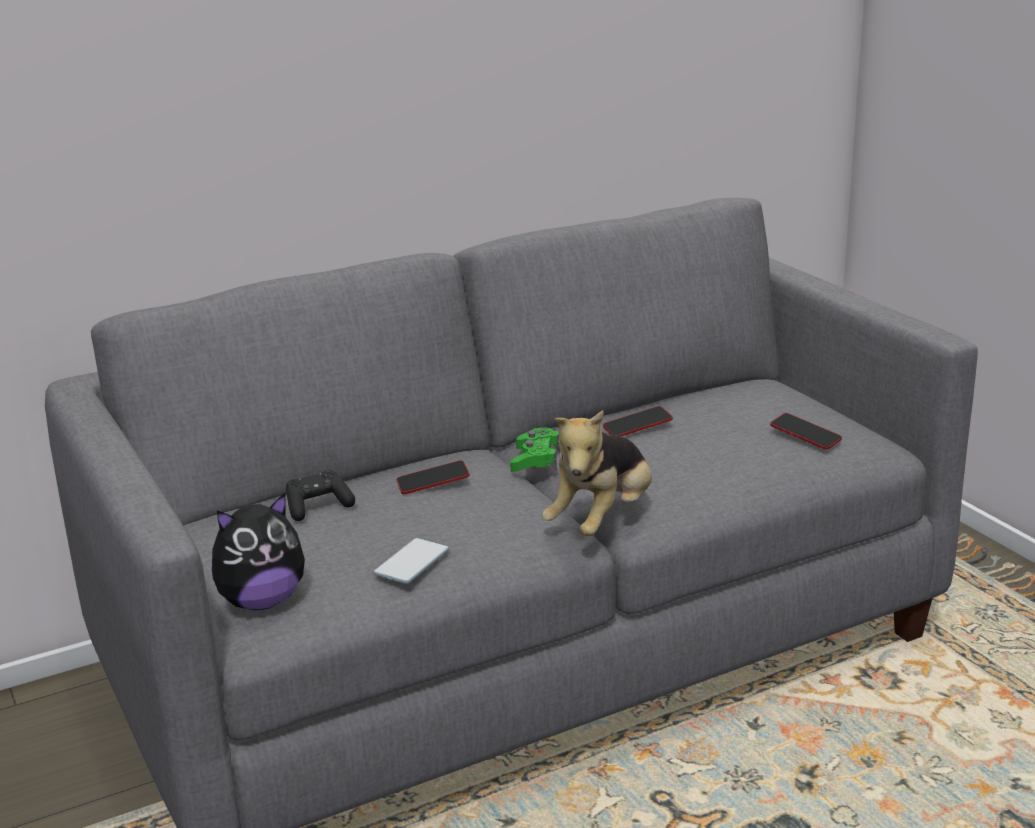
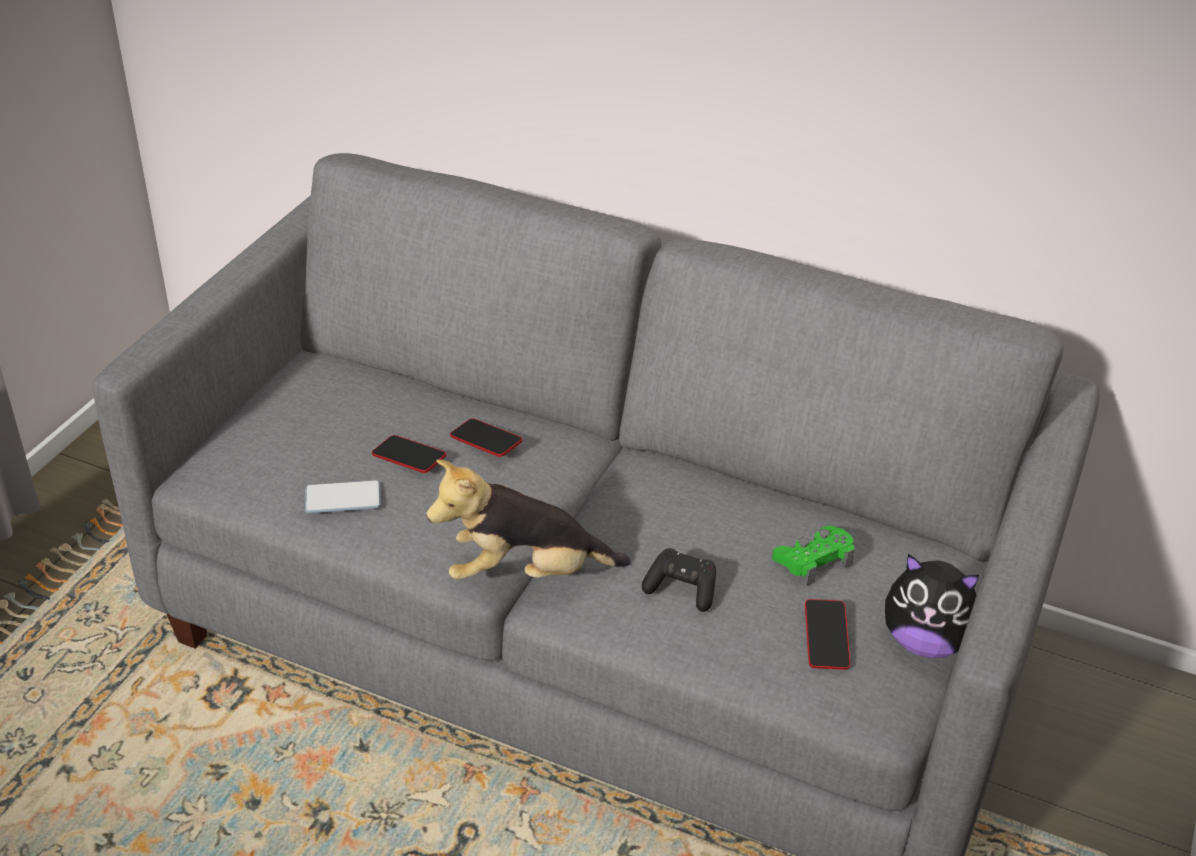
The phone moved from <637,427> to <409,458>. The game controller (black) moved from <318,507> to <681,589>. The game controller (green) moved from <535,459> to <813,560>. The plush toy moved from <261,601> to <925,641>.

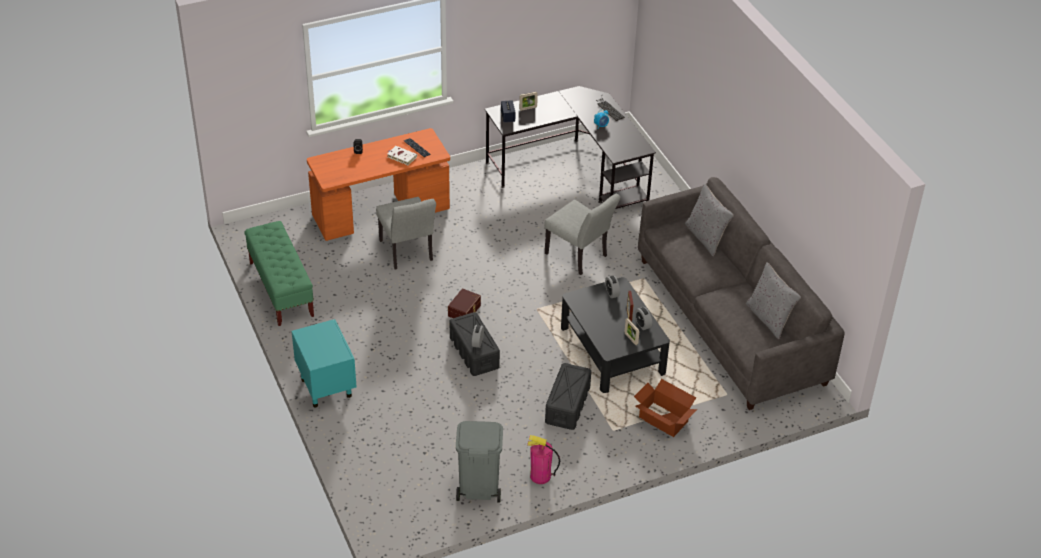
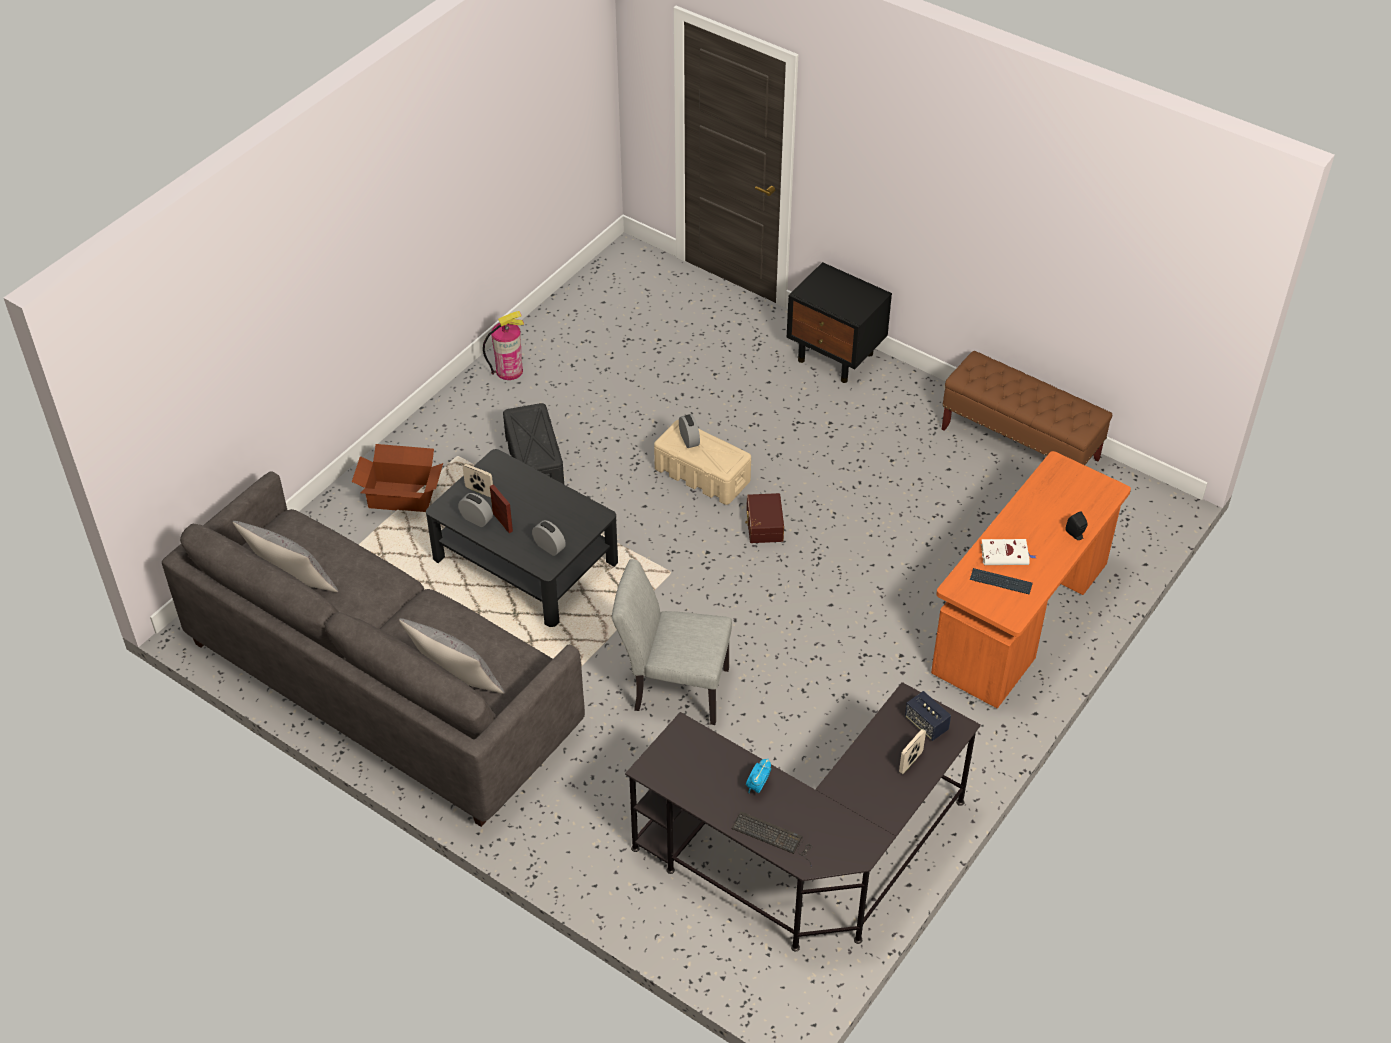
The storage box (black) at <474,352> became the storage box (beige) at <703,475>. The nightstand (turquoise) at <326,387> became the nightstand (black) at <836,357>. The bench (green) at <281,289> became the bench (brown) at <1020,445>. The chair (grey) at <407,253> disappeared. The trash can (grey) at <478,487> disappeared.

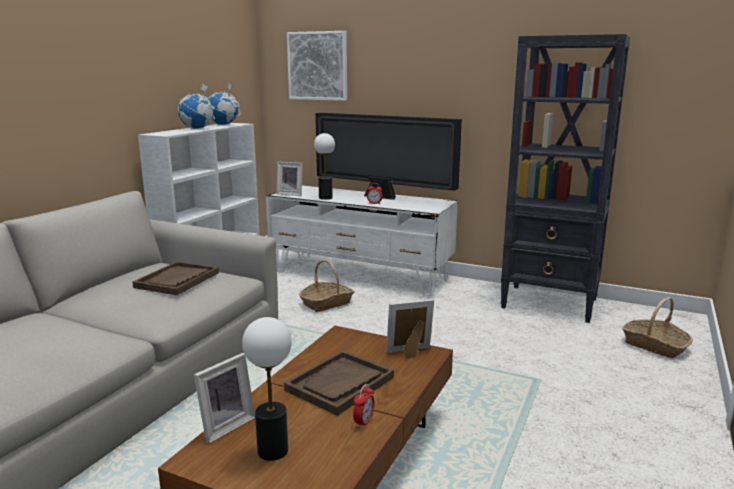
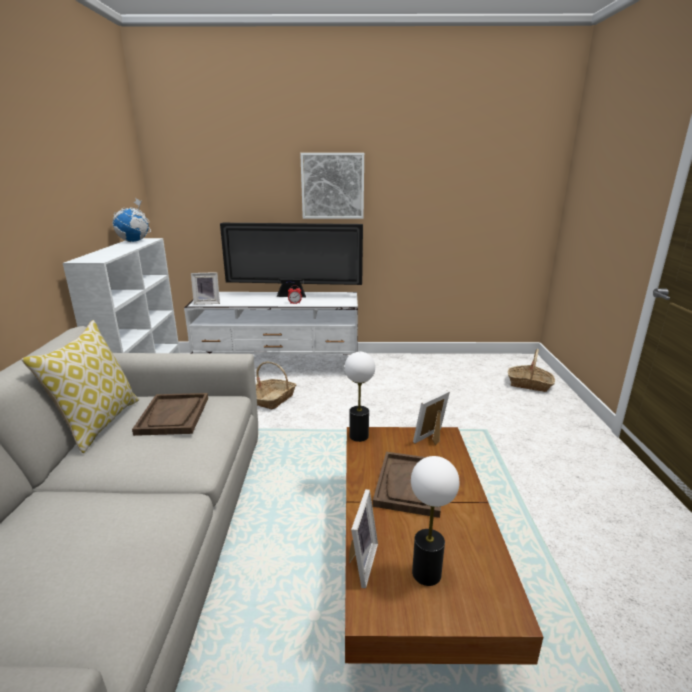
The pillow at <98,423> appeared. The picture moved from <318,66> to <332,186>. The table lamp moved from <325,198> to <359,436>. The globe at <197,128> disappeared. The alarm clock at <364,422> disappeared. The bookcase (black) at <550,303> disappeared.

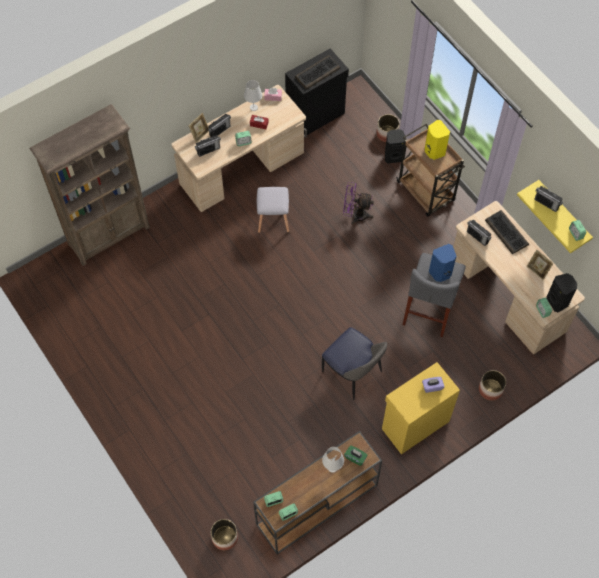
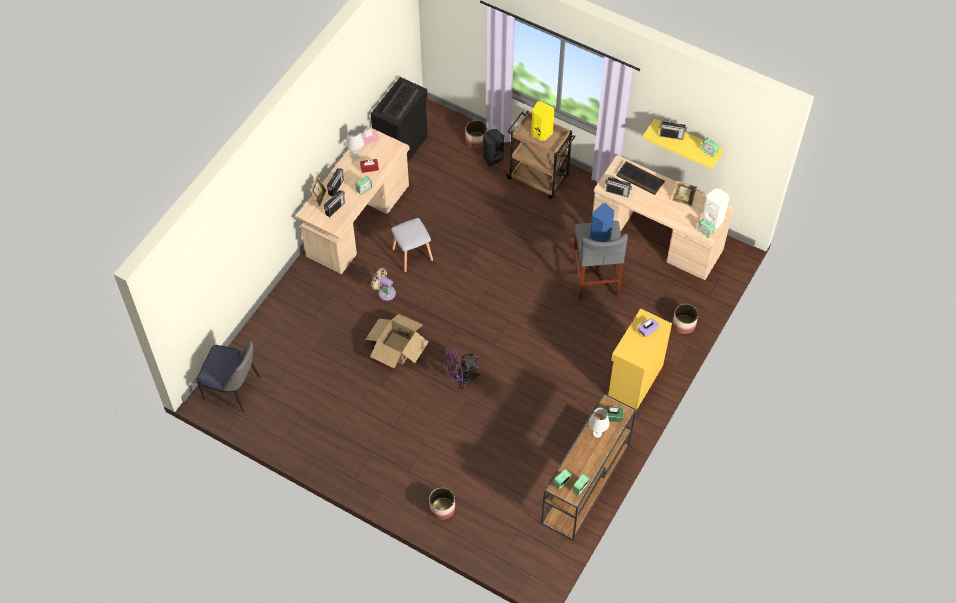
The chair moved from <353,373> to <234,389>. The cardboard box at <397,348> appeared. The fan (beige) at <385,292> appeared. The planter moved from <224,538> to <442,508>. The fan (purple) moved from <355,215> to <461,379>. The speaker (black) at <558,301> became the speaker (white) at <713,219>. The bookcase (brown) at <109,235> disappeared.

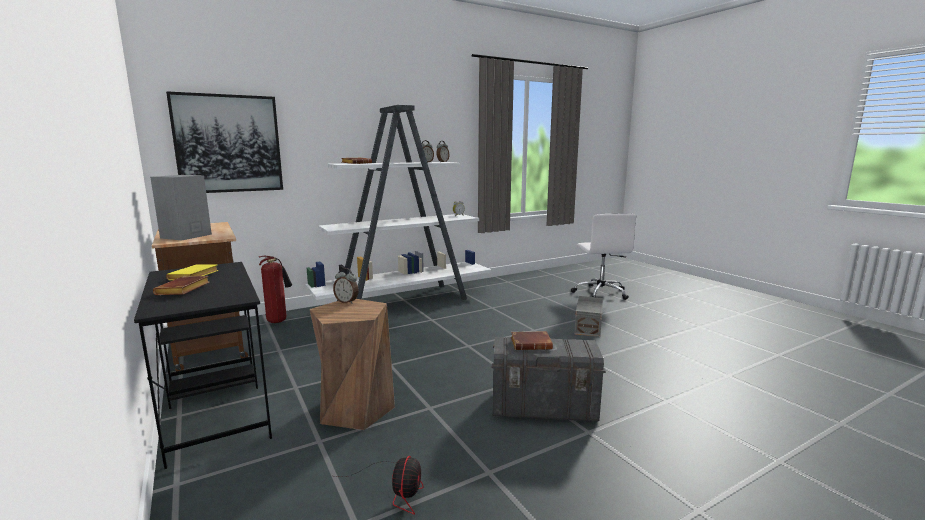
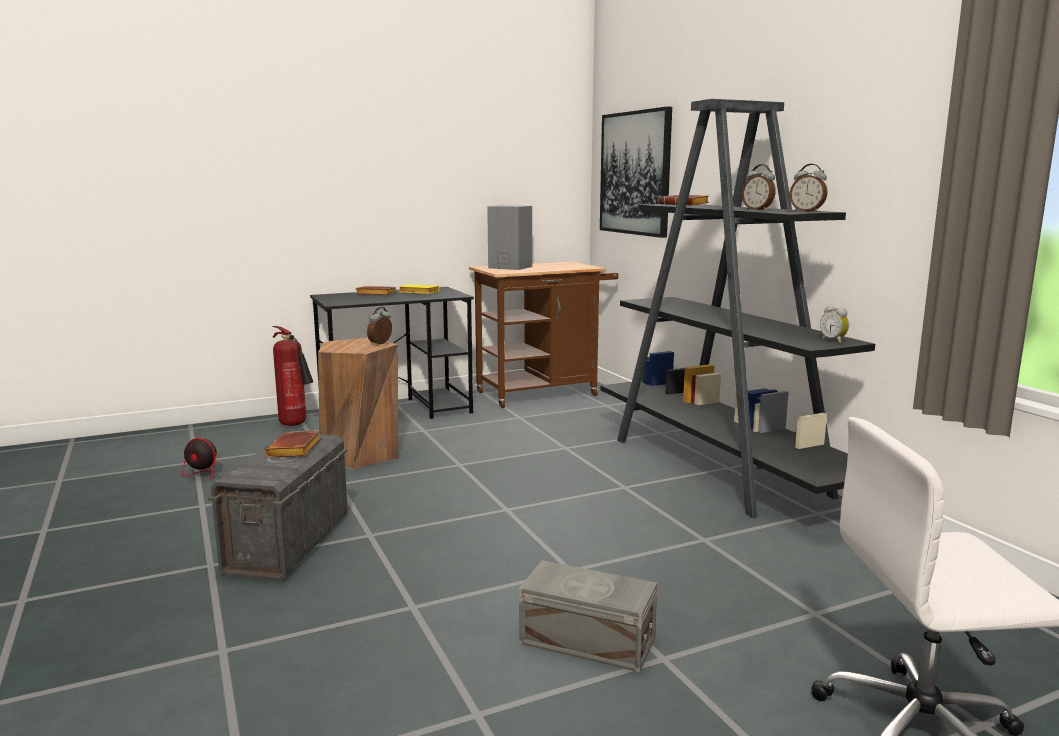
The fire extinguisher moved from <278,320> to <296,425>. The bookcase (white) at <404,301> became the bookcase (black) at <720,468>.

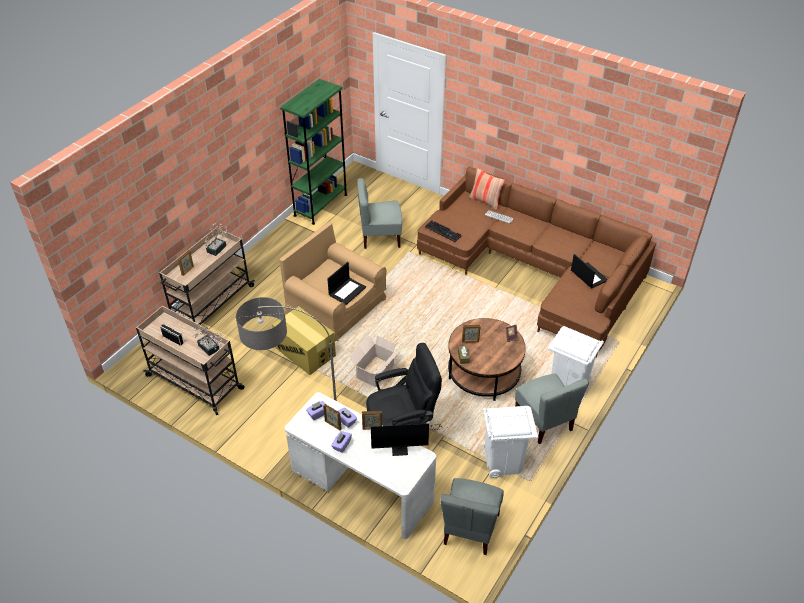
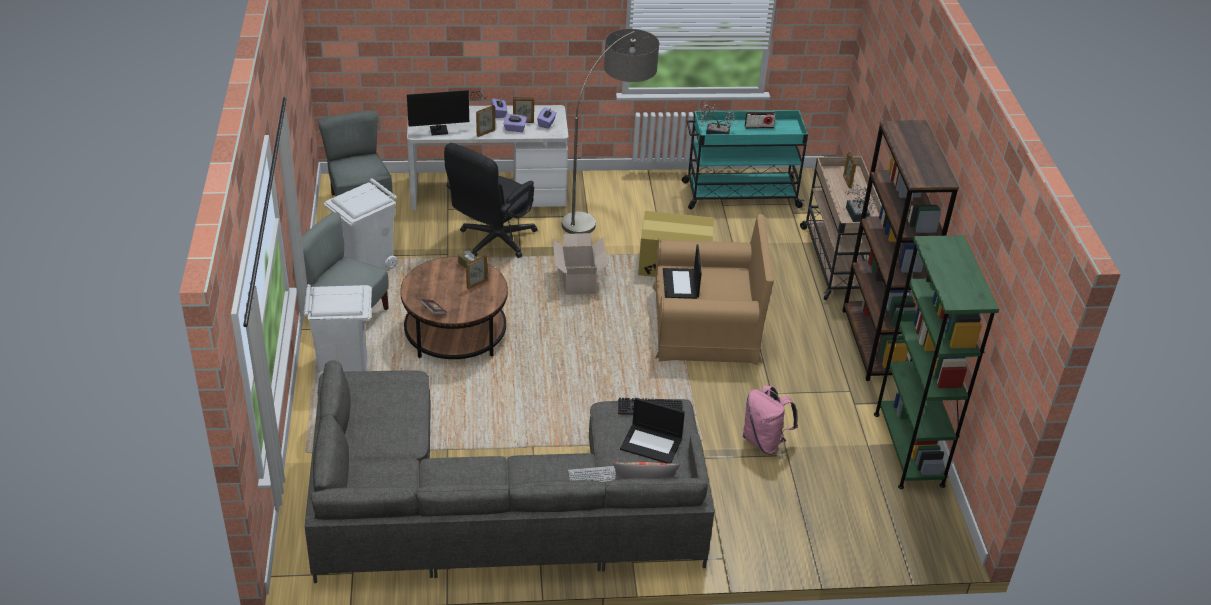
The sofa (brown) at <536,270> became the sofa (grey) at <495,506>. The monitor at <402,449> turned 150 degrees counterclockwise. The laptop moved from <588,275> to <652,444>. The cart (beige) at <196,382> became the cart (turquoise) at <739,194>. The chair (grey) at <380,237> was replaced by the backpack (pink) at <764,441>. The bookcase (brown) at <875,344> appeared.

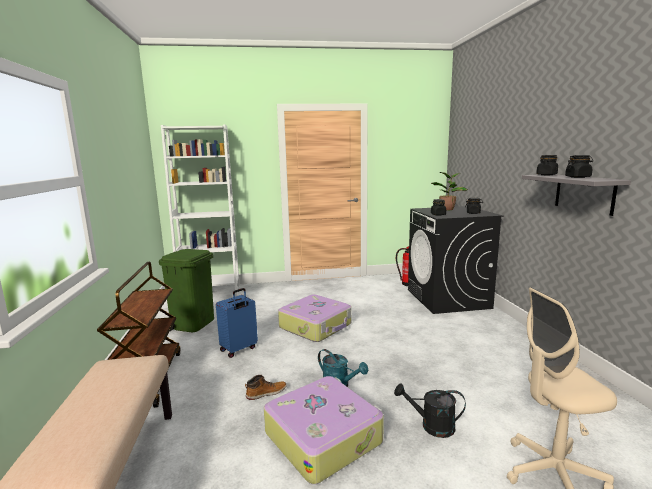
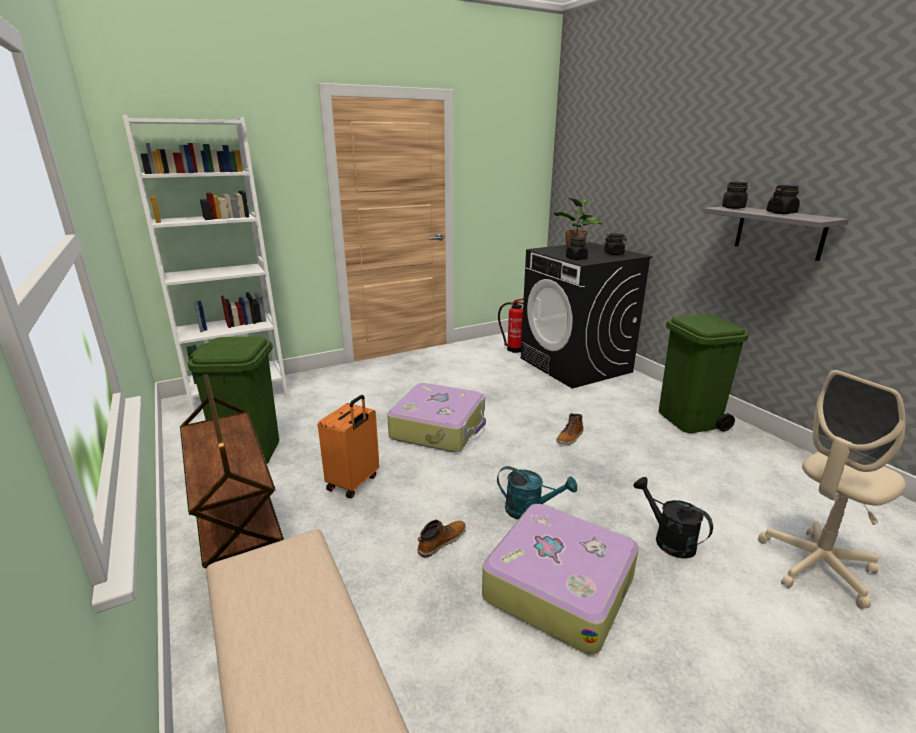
The suitcase (blue) at <239,349> became the suitcase (orange) at <354,483>. The boot at <570,437> appeared. The watering can (black) at <431,426> turned 60 degrees clockwise. The trash can (green) at <689,420> appeared.

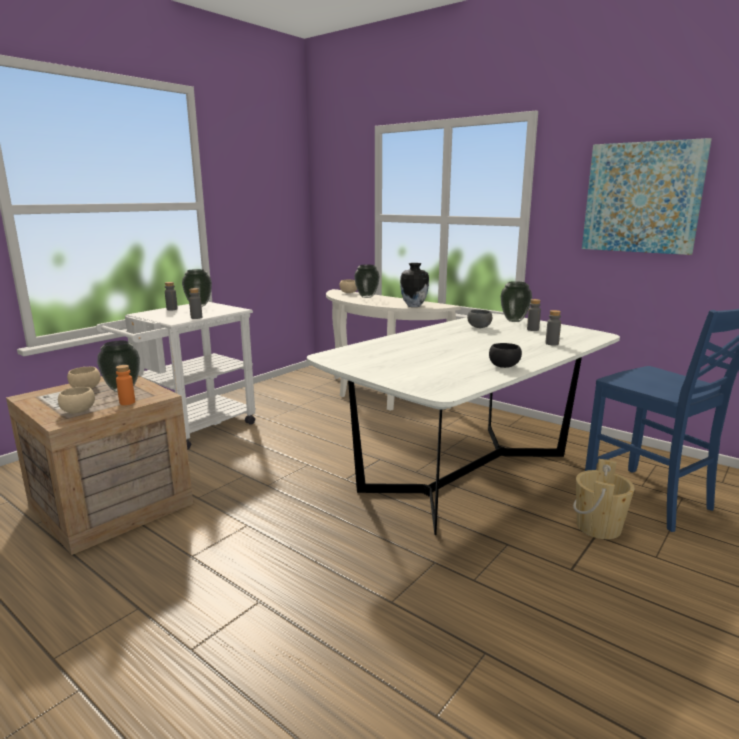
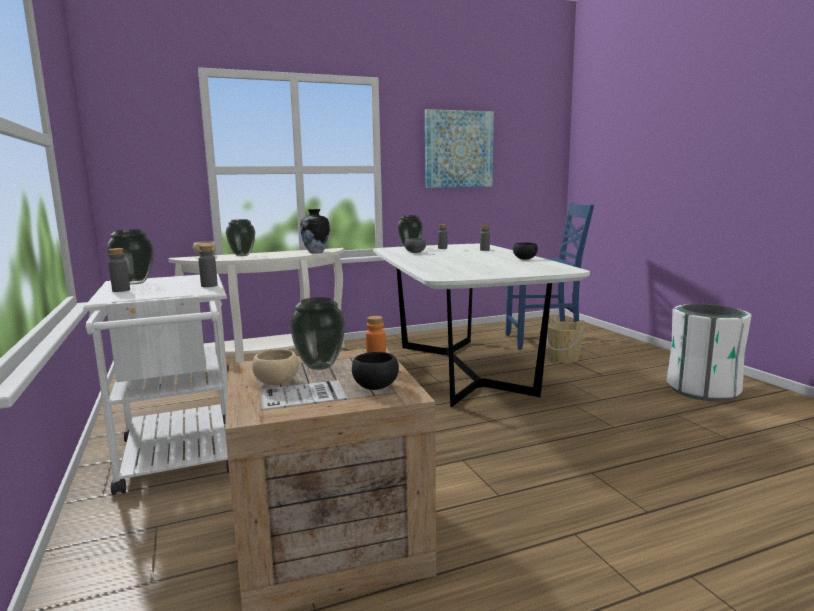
The bowl (beige) at <79,411> became the bowl (black) at <375,386>. The trash can (white) at <702,390> appeared.

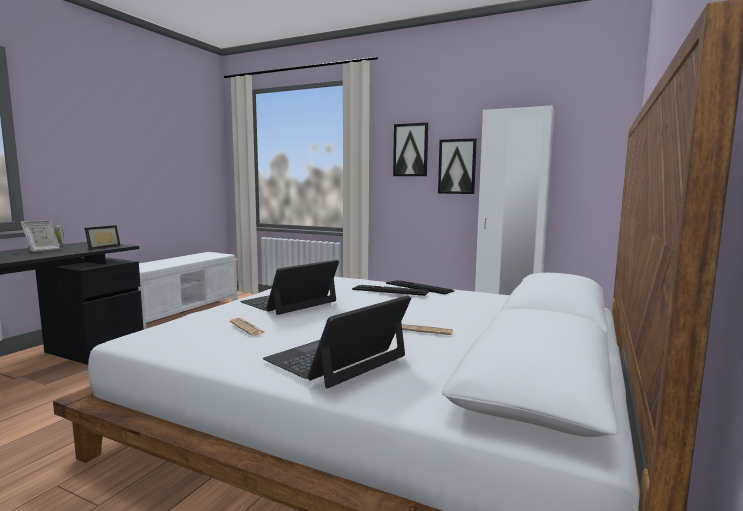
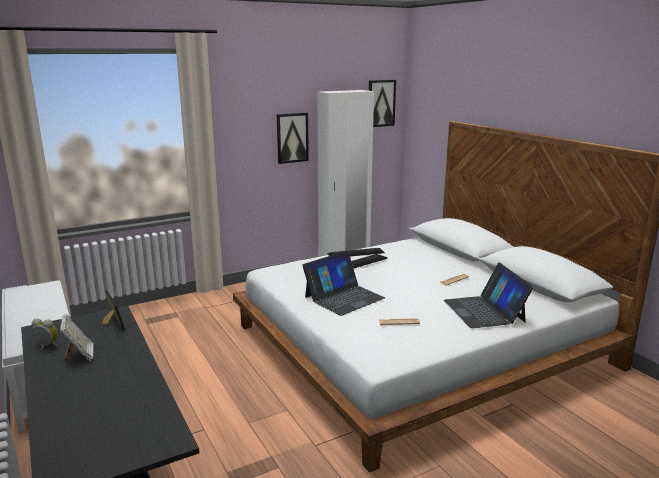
The laptop at <289,302> turned 120 degrees counterclockwise. The picture moved from <410,150> to <381,103>.

